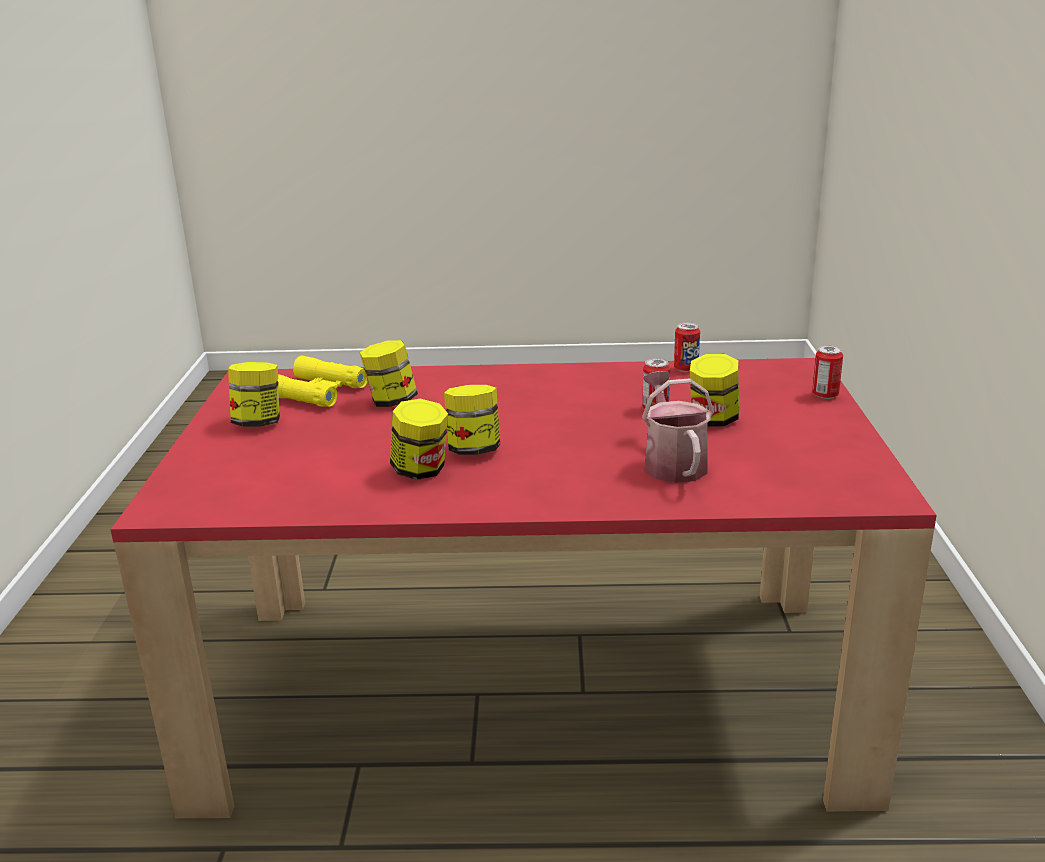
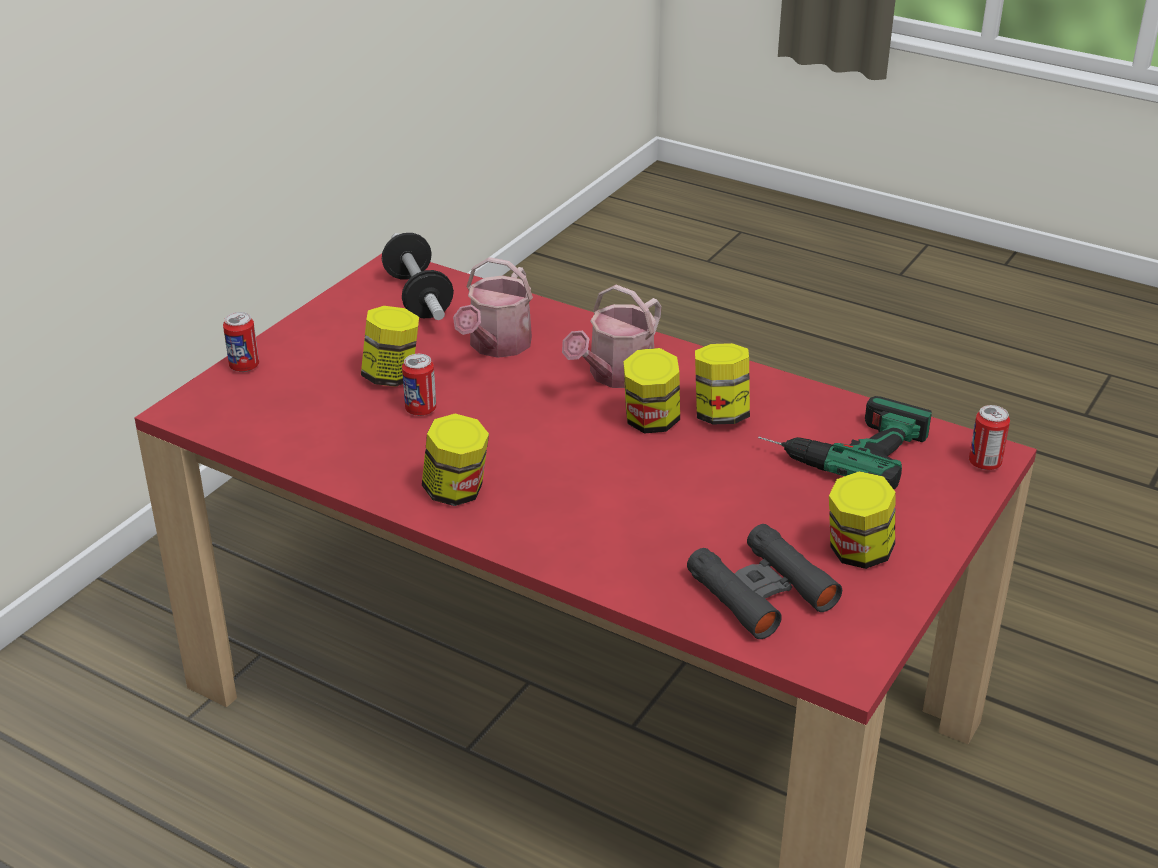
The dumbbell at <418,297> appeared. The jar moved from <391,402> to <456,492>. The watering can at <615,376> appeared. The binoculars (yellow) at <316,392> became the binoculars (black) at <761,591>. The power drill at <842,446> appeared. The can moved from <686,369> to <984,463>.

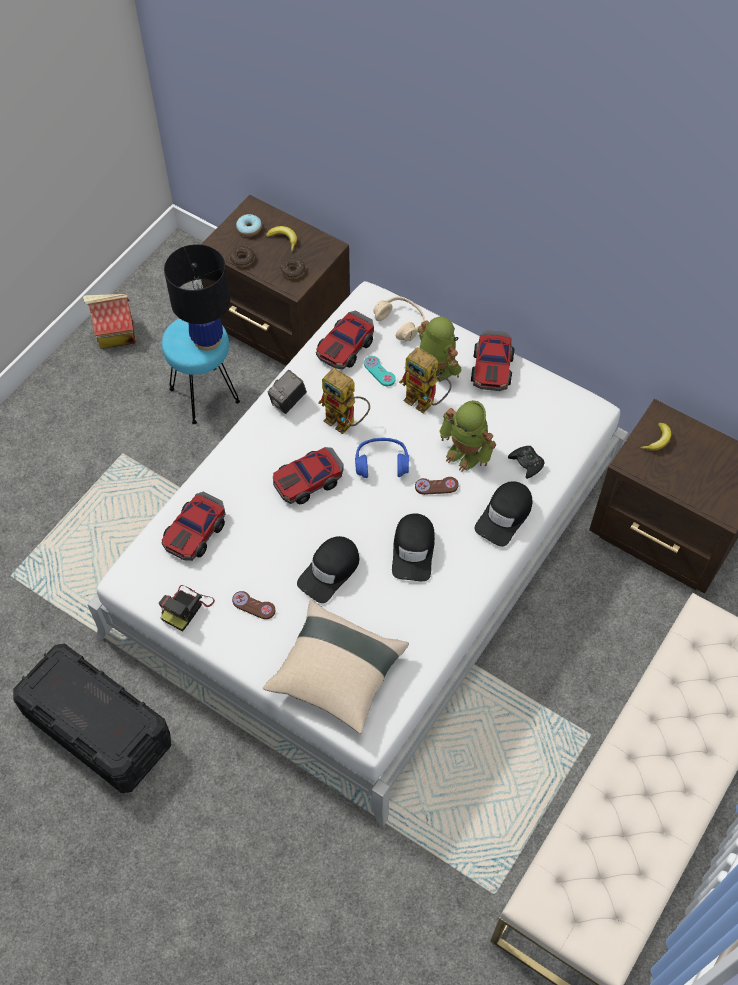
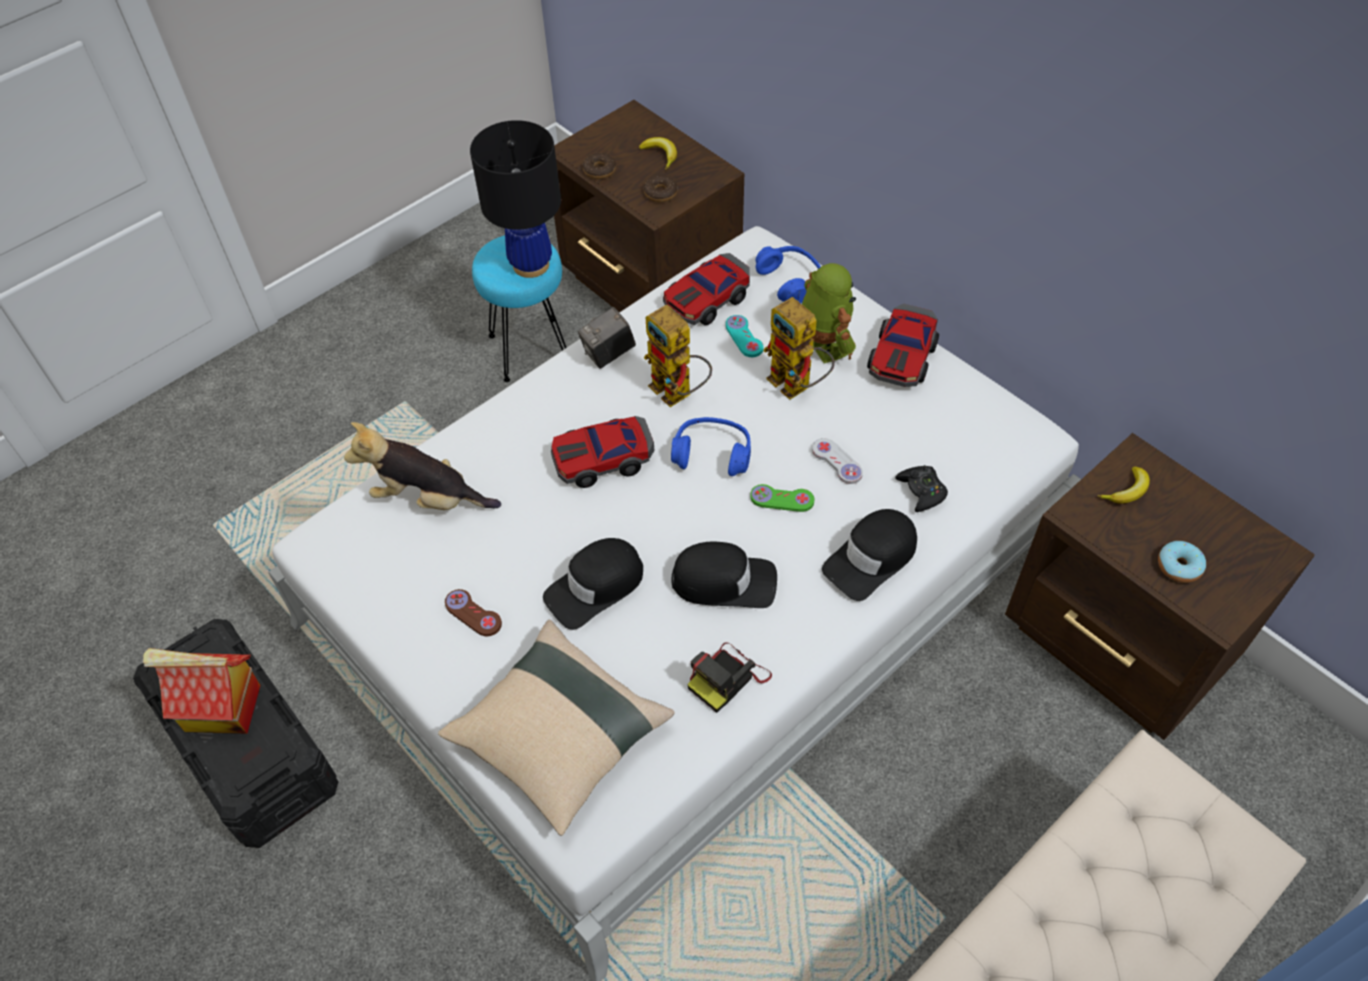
The toy house moved from <115,335> to <221,709>. The toy car at <195,532> was replaced by the plush toy at <428,499>. The cap (black) at <413,550> turned 105 degrees counterclockwise. The photo camera moved from <186,608> to <728,678>. The game controller (brown) at <436,486> became the game controller (green) at <782,499>. The headphones (beige) at <401,322> became the headphones (blue) at <791,281>. The toy robot at <466,453> was replaced by the game controller (white) at <837,462>. The donut moved from <249,229> to <1178,567>.

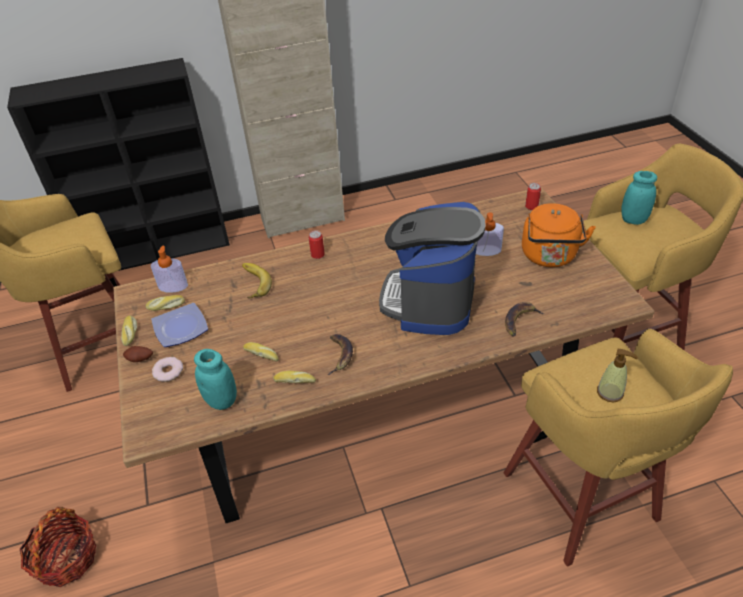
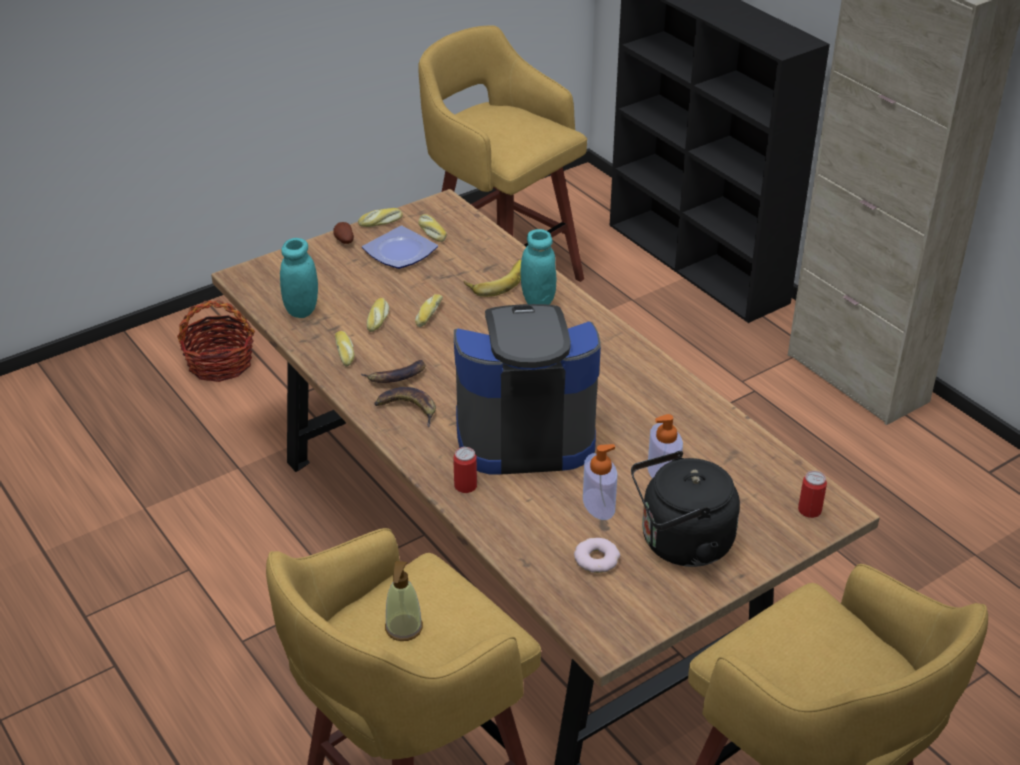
The banana moved from <520,320> to <408,409>. The bread at <428,314> appeared. The can moved from <317,254> to <465,486>. The jar (turquoise) moved from <633,220> to <538,300>. The donut moved from <168,371> to <596,559>. The soap dispenser moved from <173,286> to <598,504>. The kettle (orange) at <549,257> became the kettle (black) at <681,544>.

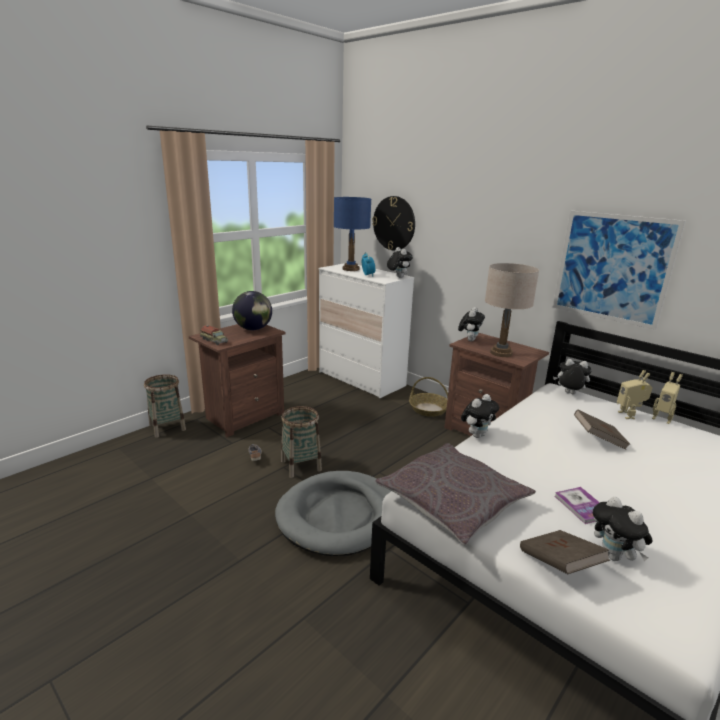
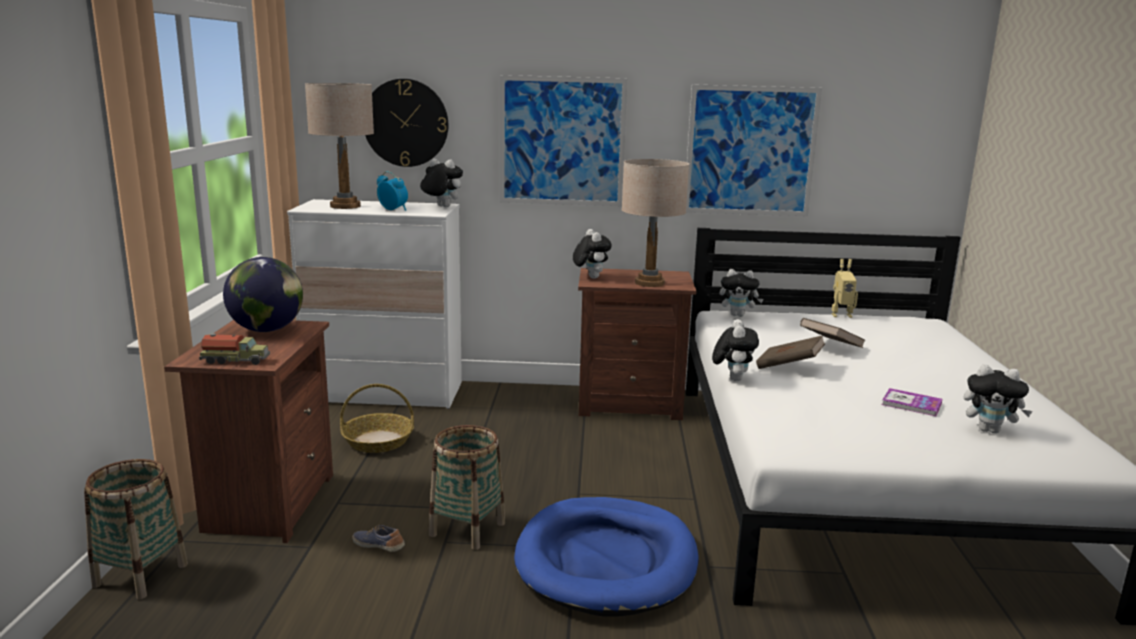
The table lamp (blue) at <351,269> became the table lamp (beige) at <345,206>. The basket moved from <429,409> to <378,441>. The picture at <562,141> appeared. The dog bed (grey) at <339,516> became the dog bed (blue) at <606,561>. The plush toy at <569,394> turned 150 degrees counterclockwise. The book (brown) moved from <559,564> to <789,367>. The pillow (grey) at <453,501> disappeared. The toy robot at <629,415> disappeared.

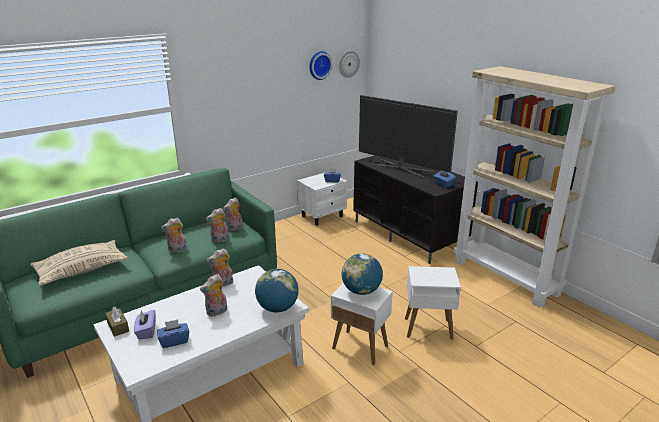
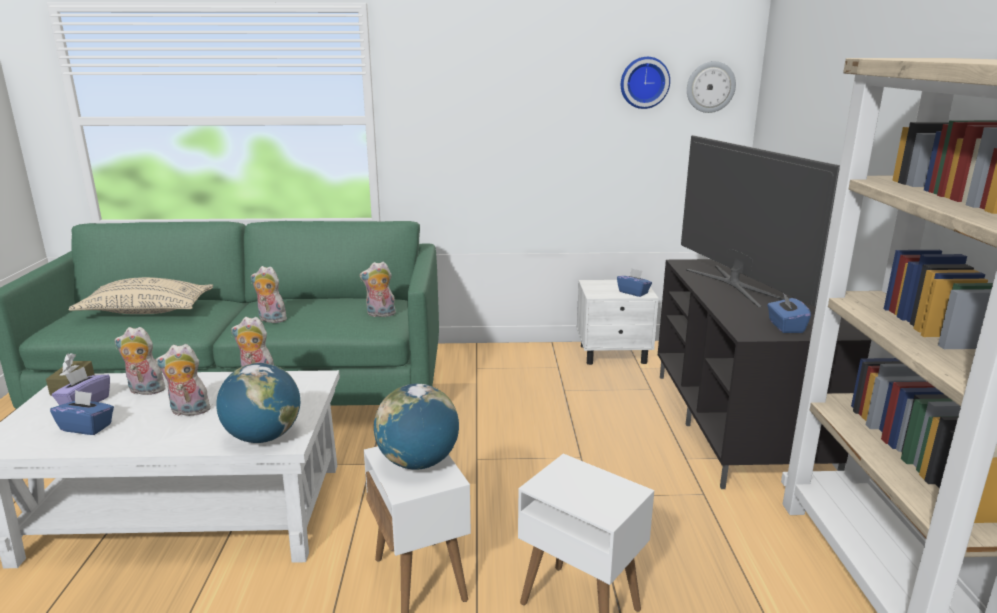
The plush toy moved from <220,240> to <144,391>.

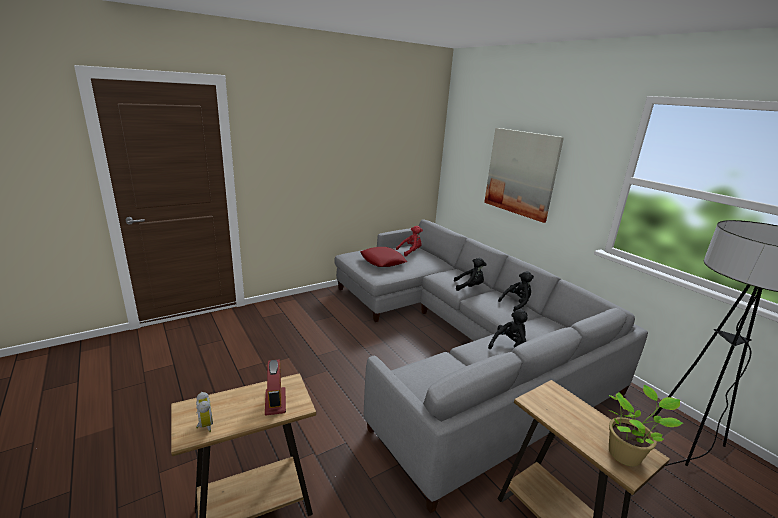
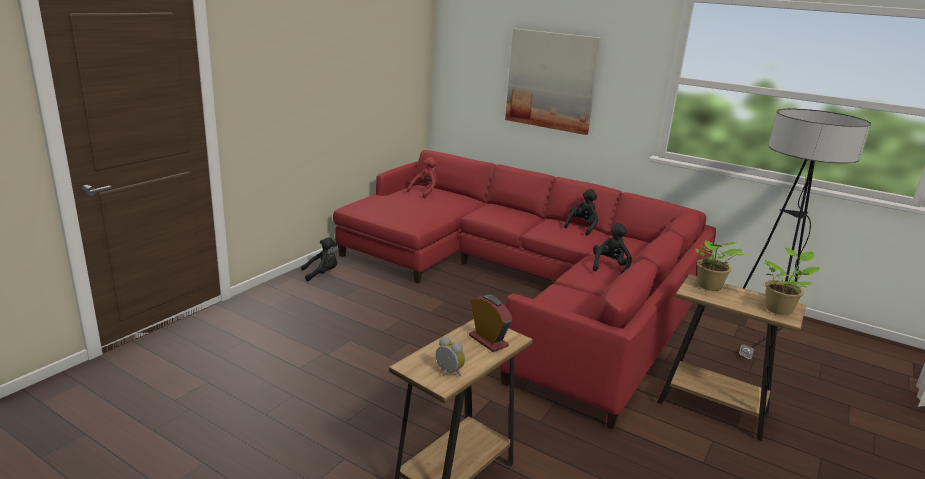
The plush toy (black) moved from <469,287> to <322,274>. The sofa (grey) at <457,342> became the sofa (red) at <523,285>. The potted plant at <709,287> appeared. The pillow (red) at <382,261> disappeared.

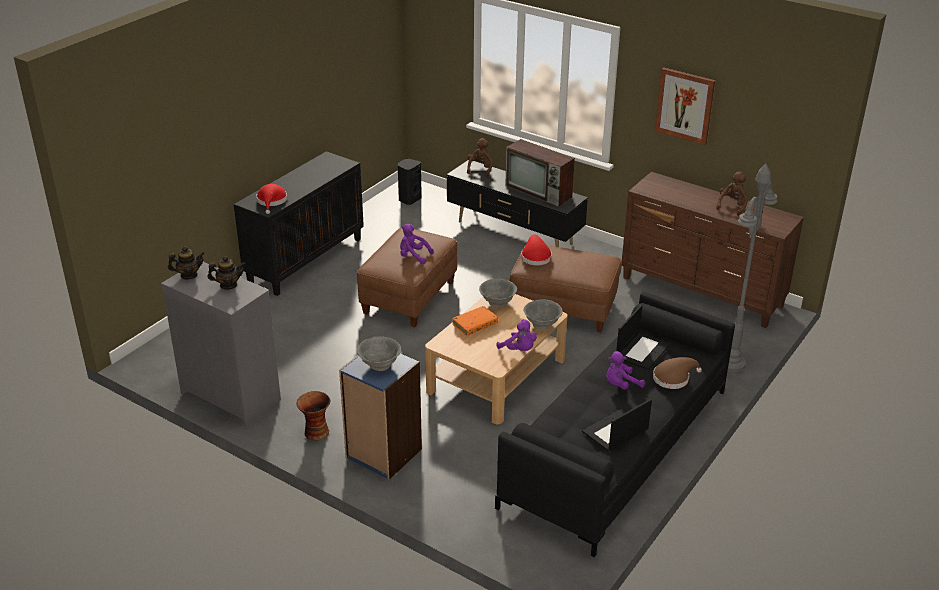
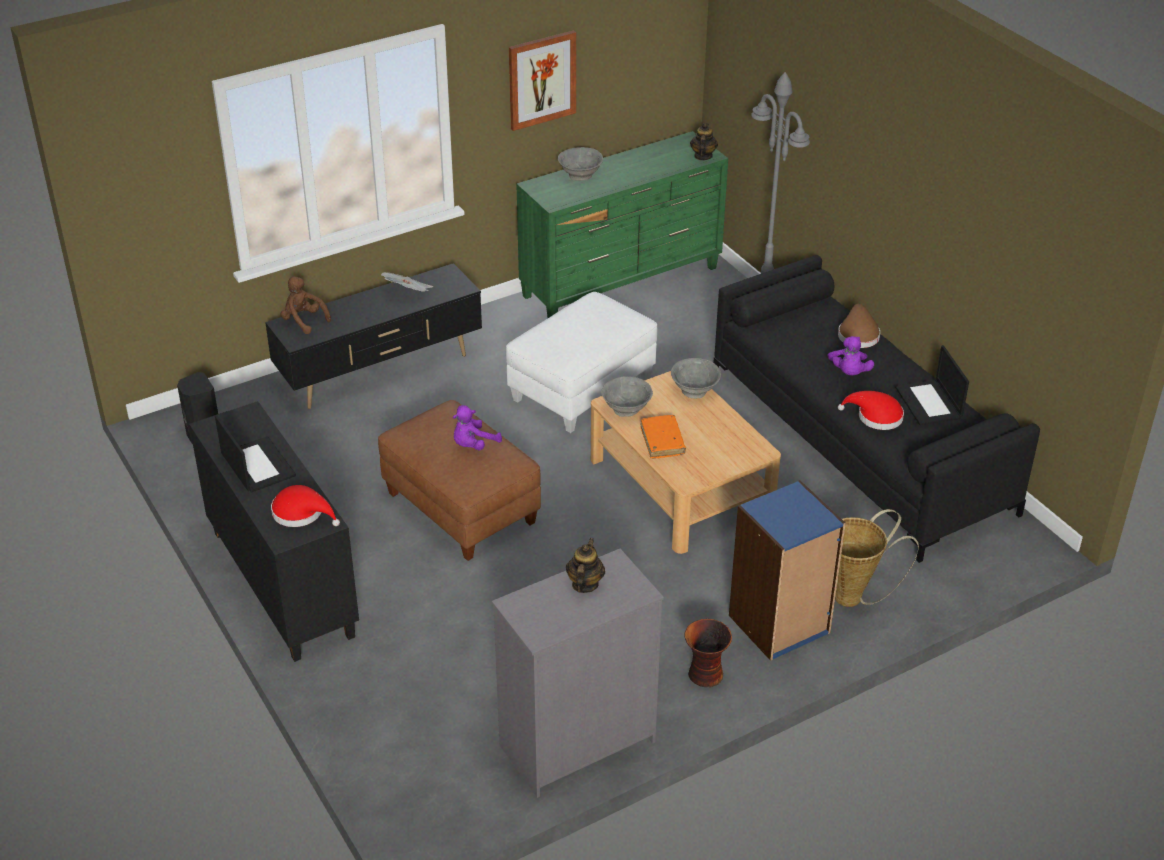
The laptop moved from <642,350> to <257,465>. The television at <539,192> was replaced by the newspaper at <408,293>. The ottoman (brown) at <562,309> became the ottoman (white) at <582,391>. The dresser (brown) at <702,292> became the dresser (green) at <622,282>. The bowl (grey) moved from <379,365> to <580,176>. The teapot moved from <189,275> to <702,156>. The basket at <854,596> appeared. The hat (red) moved from <535,256> to <875,416>. The plush toy (purple) at <519,350> disappeared. The plush toy (brown) at <732,206> disappeared.

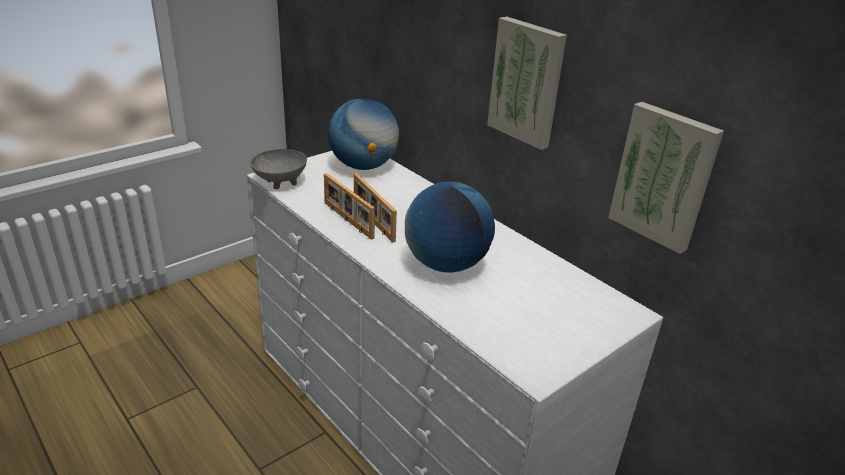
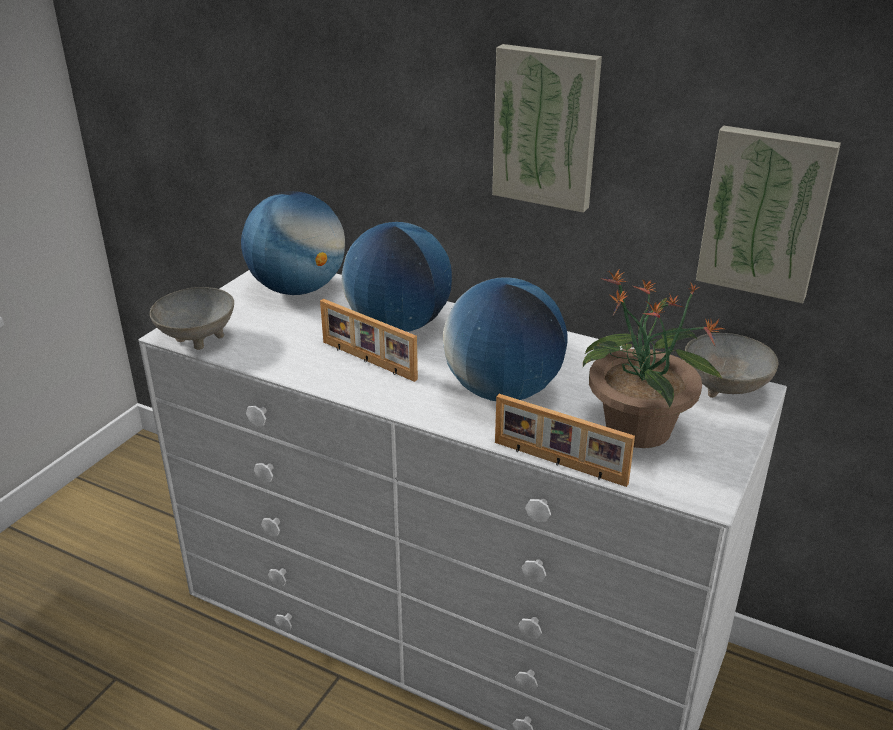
The globe at <398,325> appeared. The picture frame moved from <347,220> to <558,463>. The potted plant at <638,430> appeared. The bowl (grey) at <724,389> appeared.

